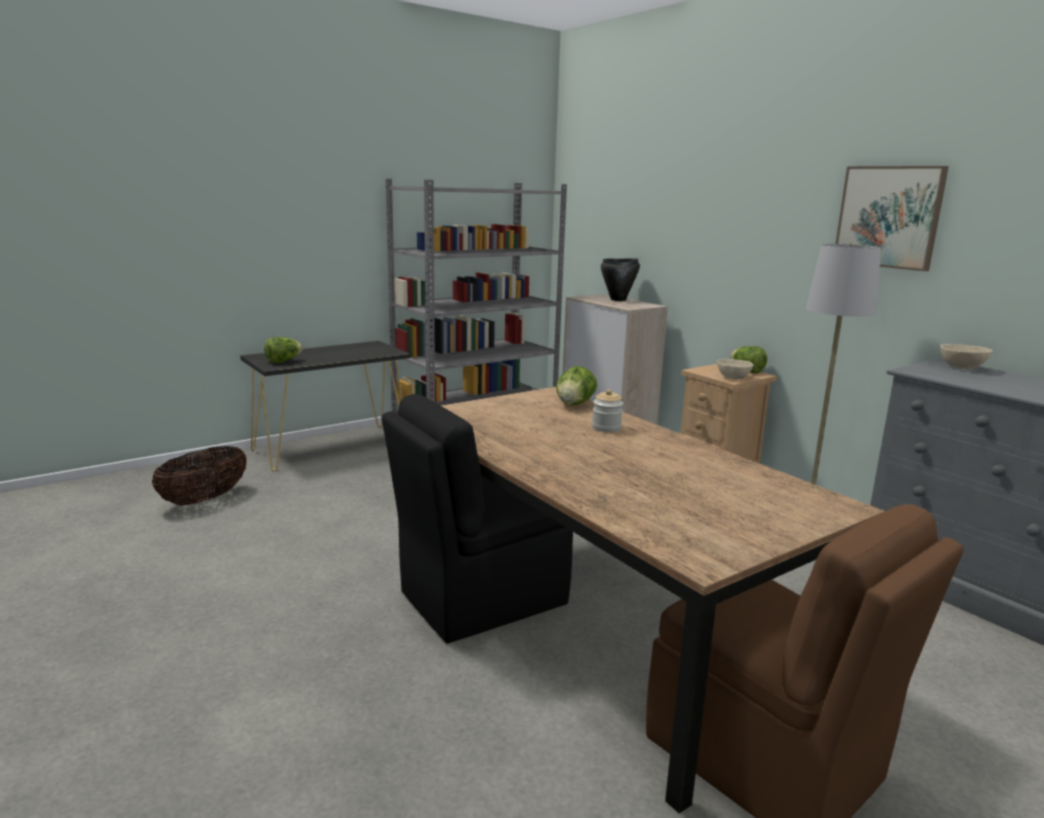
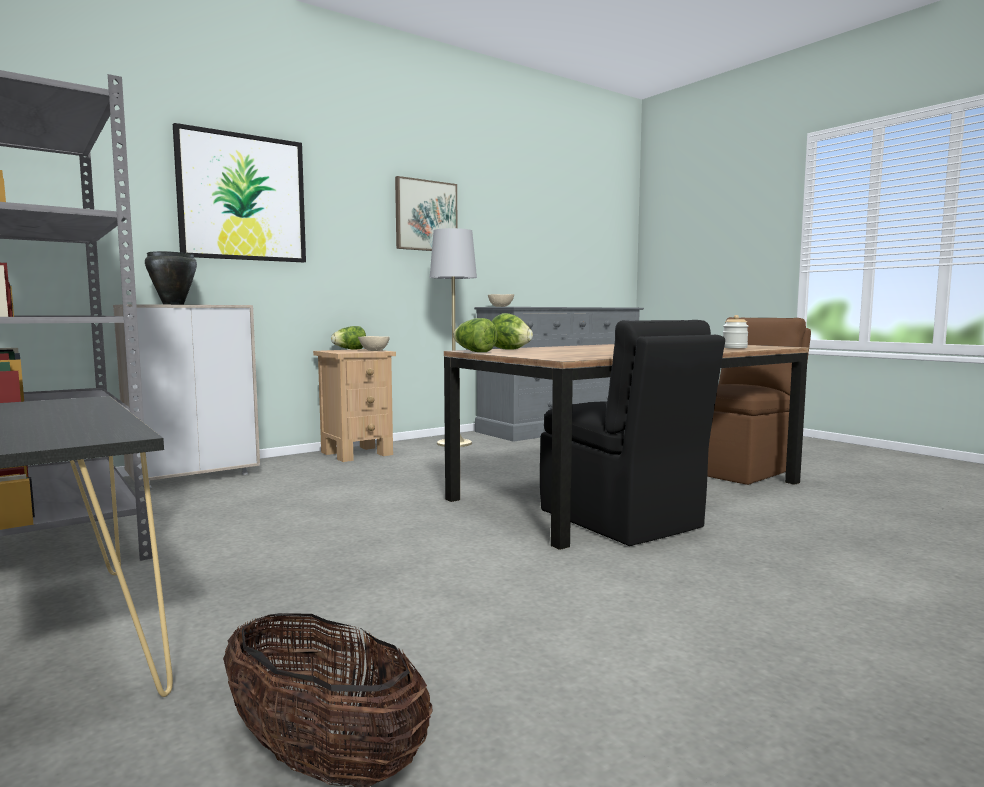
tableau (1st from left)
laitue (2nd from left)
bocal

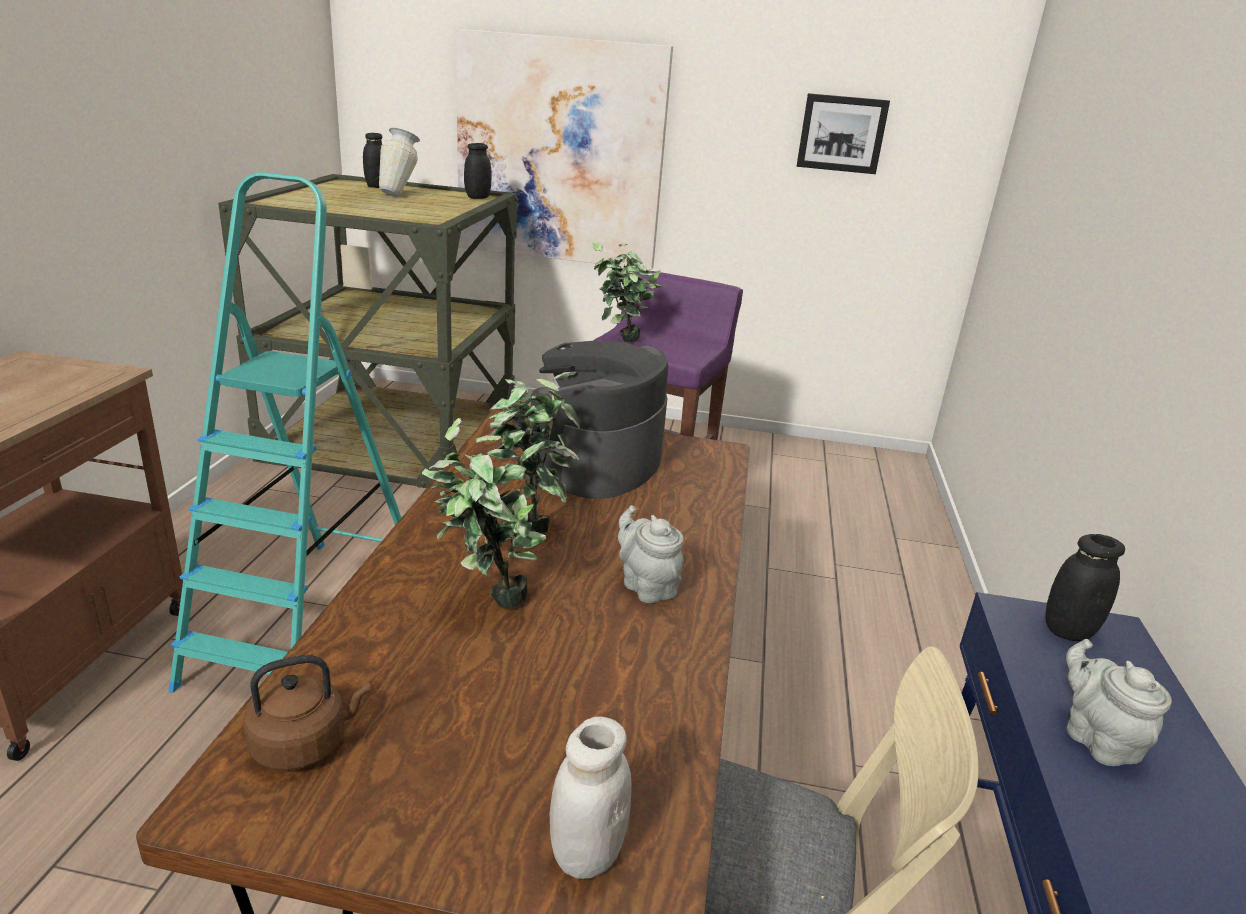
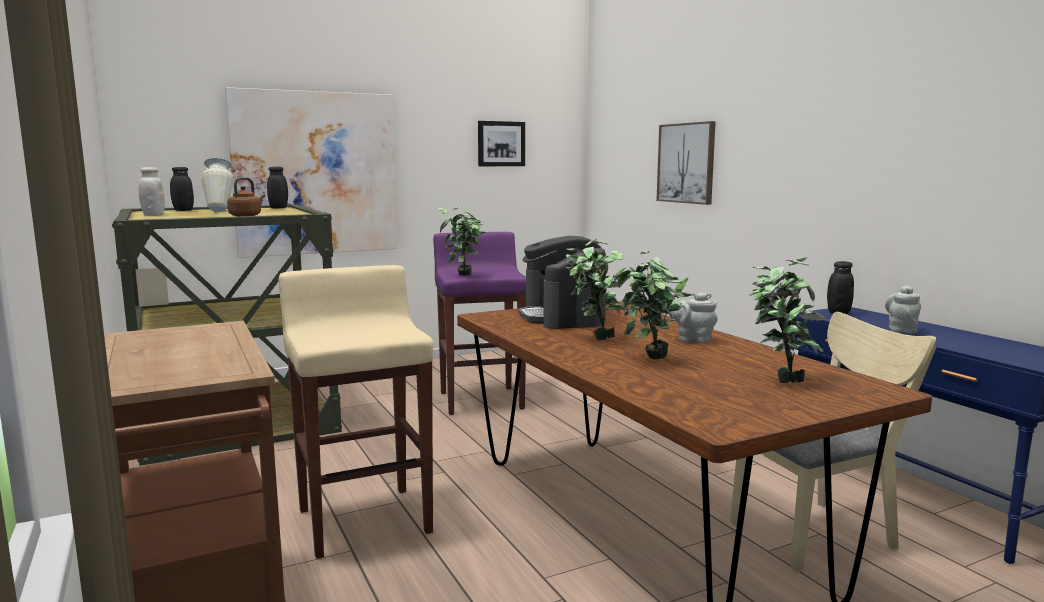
bocal/blanc
bouilloire/marron
tabouret/beige
tableau (3rd from left)
plante en pot (4th from left)
théière/gris (2nd from left)

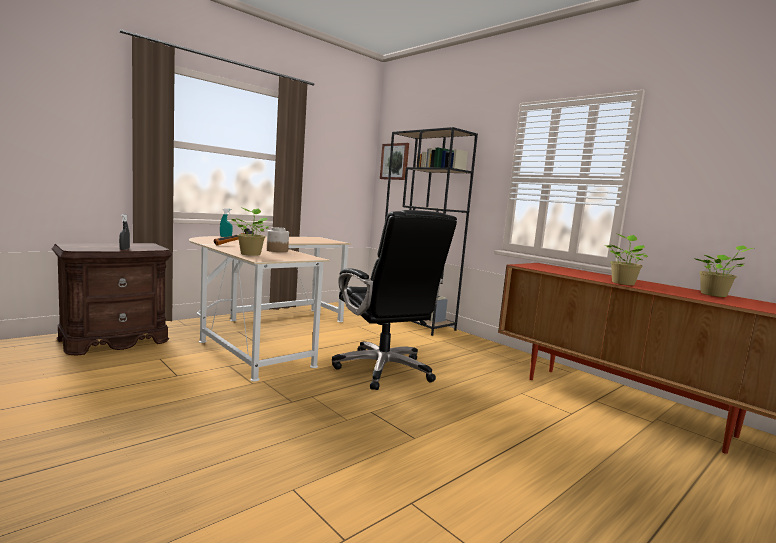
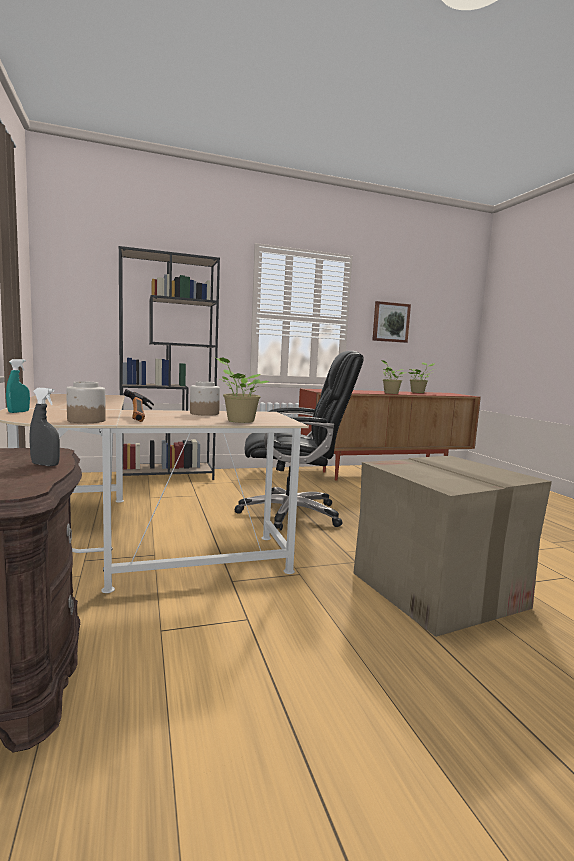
bocal (1st from left)
carton
tableau

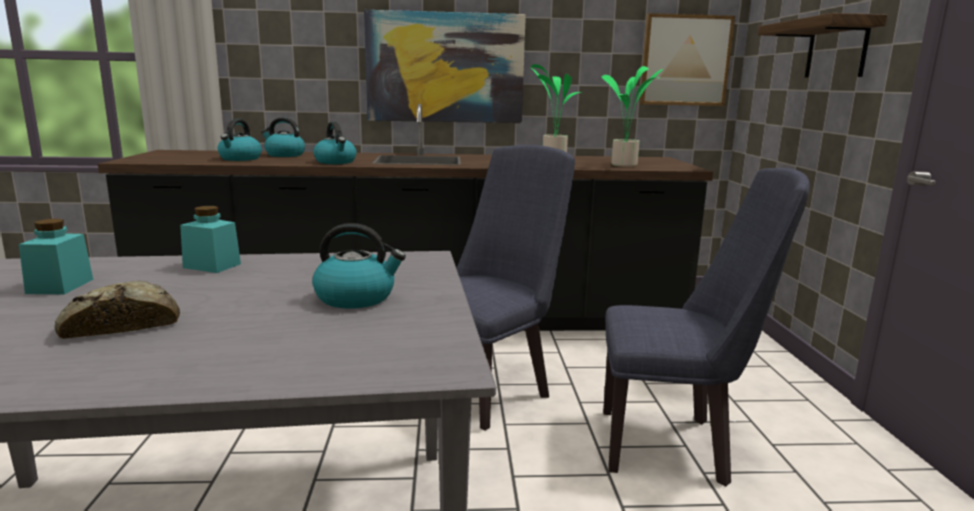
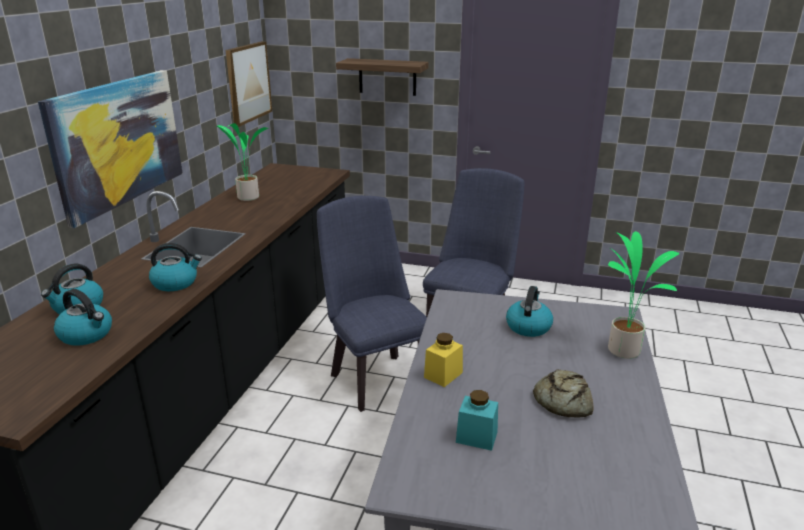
bocal/jaune
plante en pot (2nd from left)

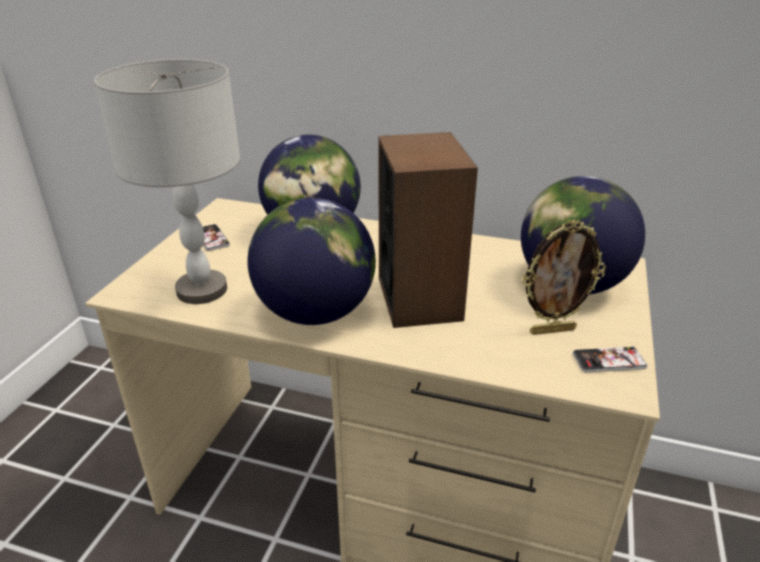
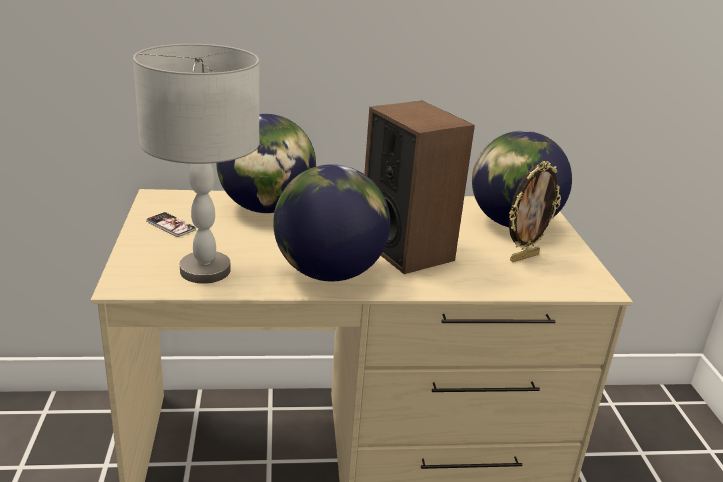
téléphone (2nd from left in the first image)

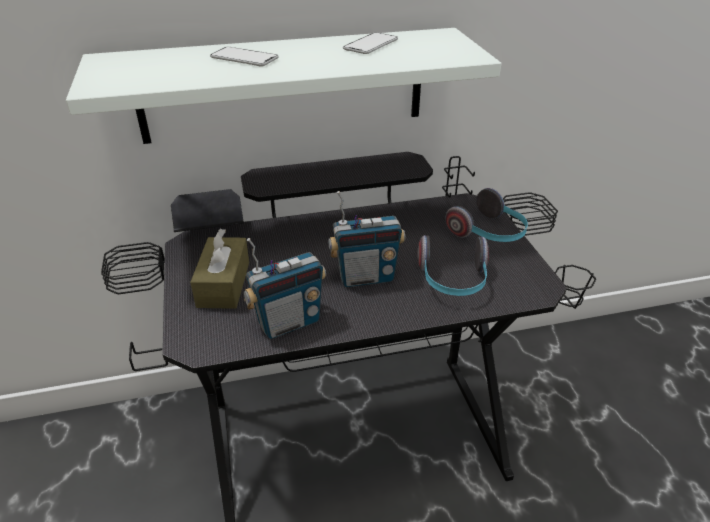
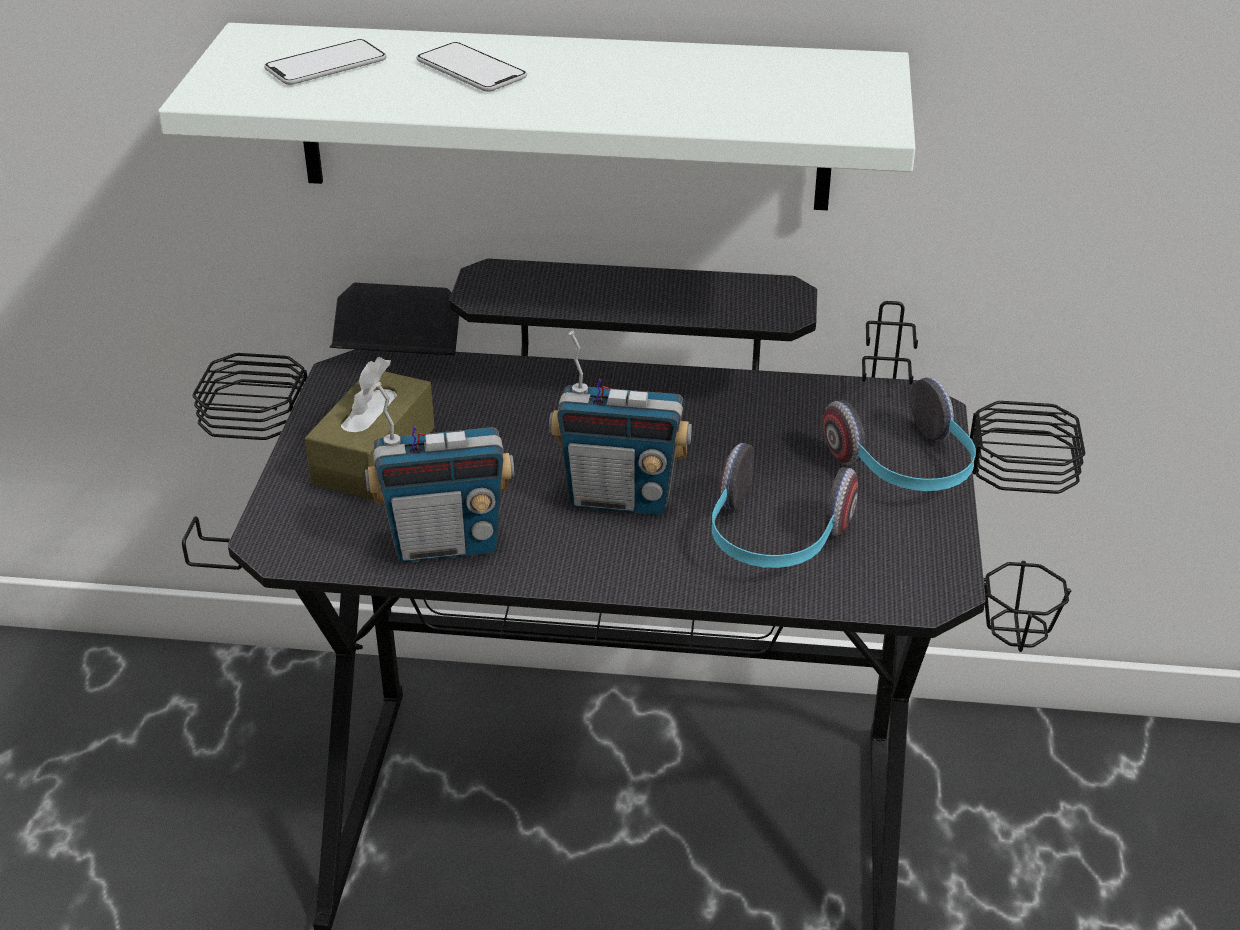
téléphone (1st from left)

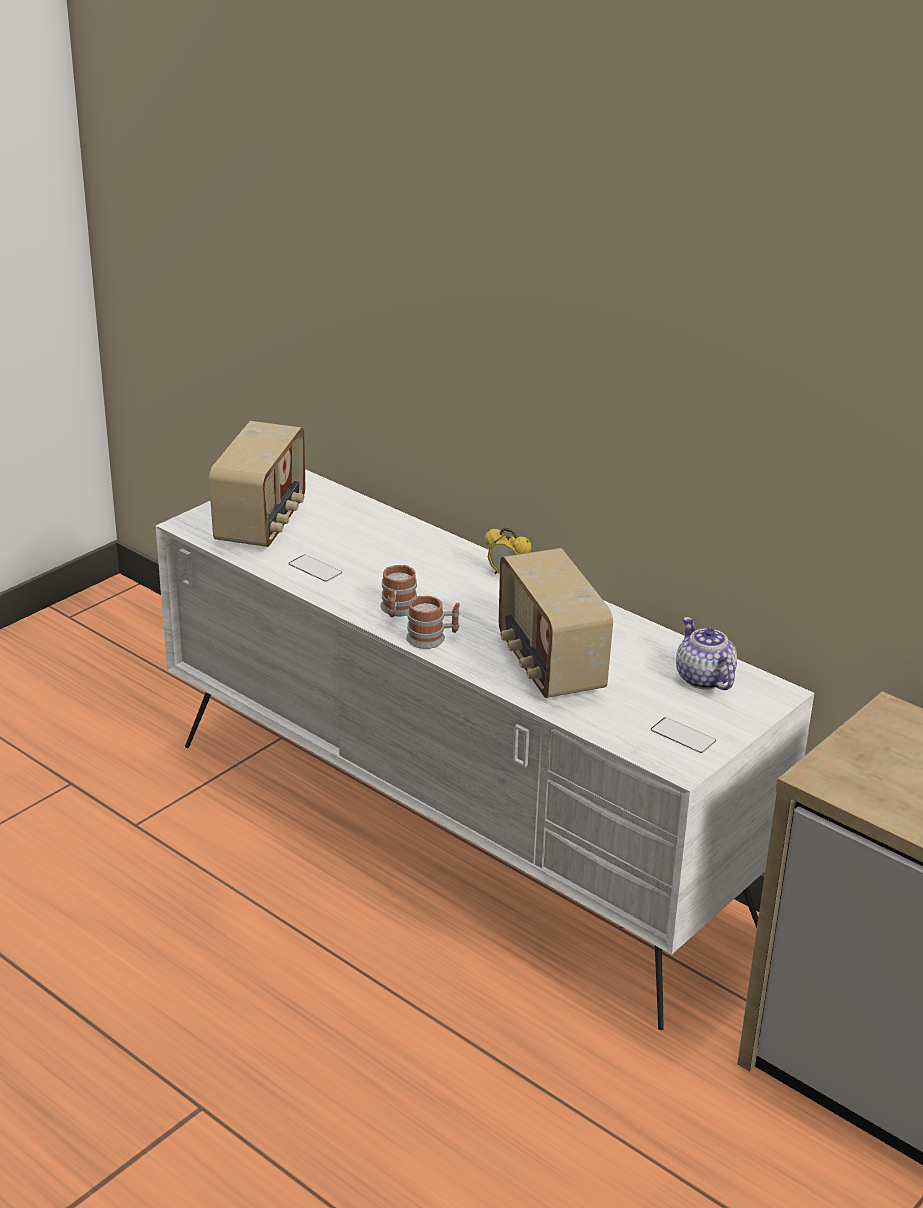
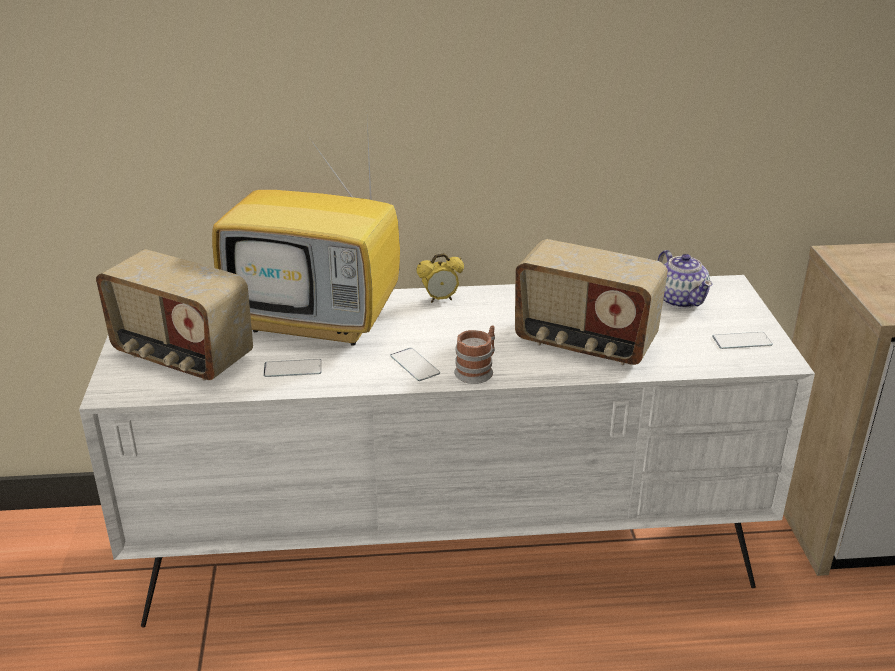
radio (1st from left)
téléviseur
téléphone (2nd from left)
théière

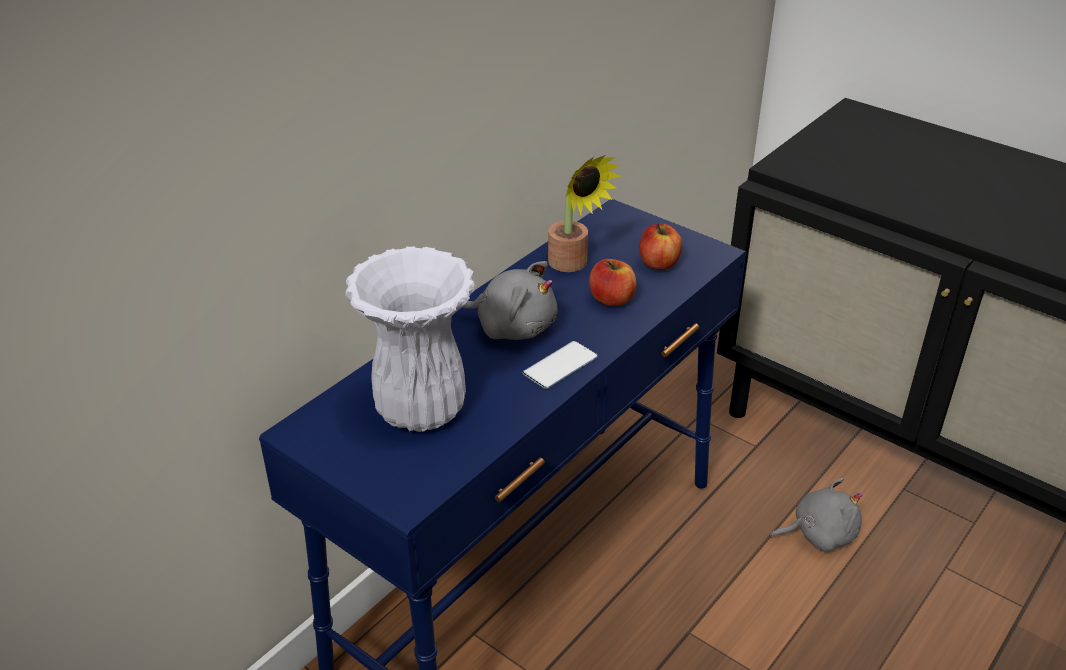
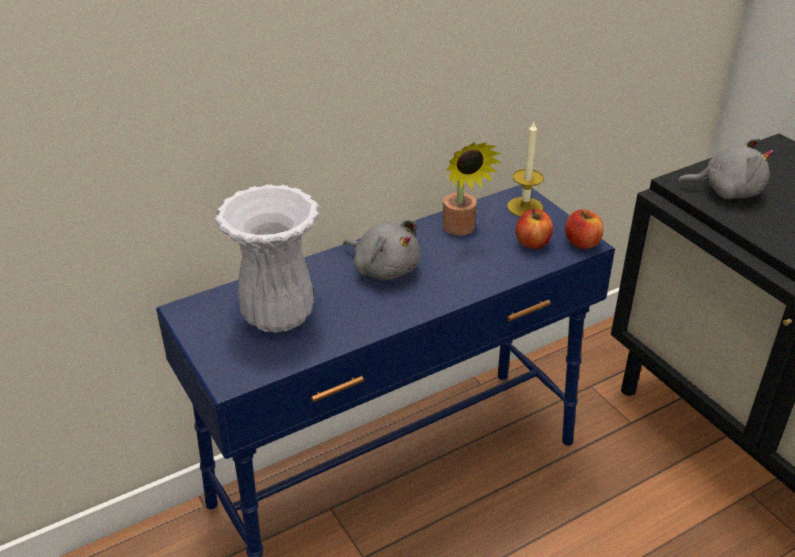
bougie
pomme (2nd from left)
peluche/gris (2nd from left)
téléphone

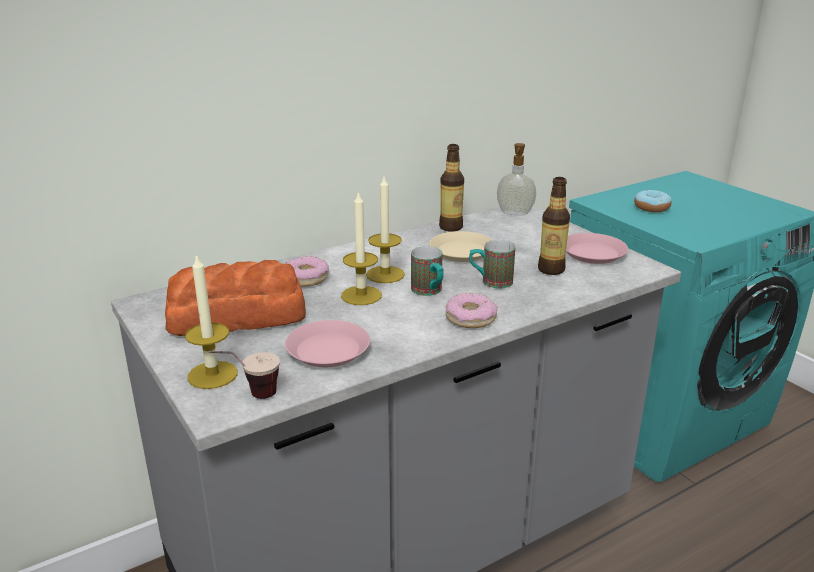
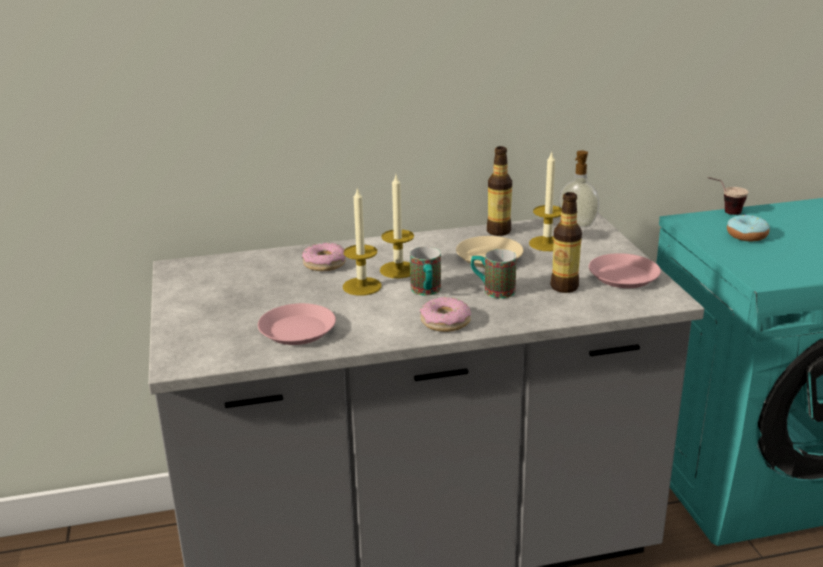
bougie (3rd from left)
tasse
pain

